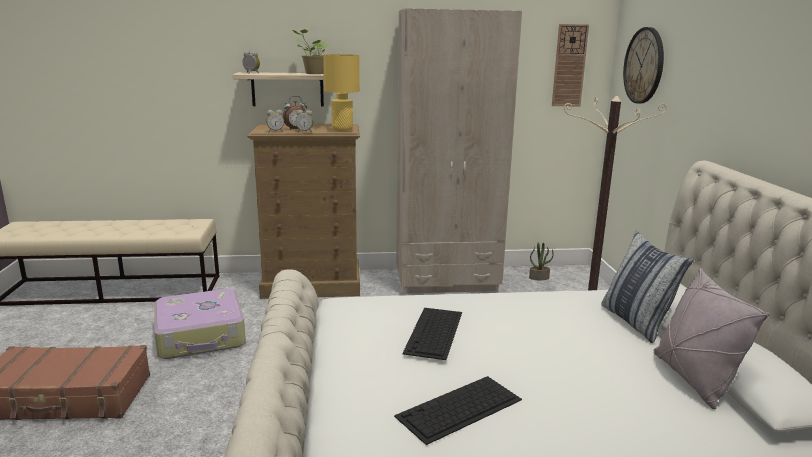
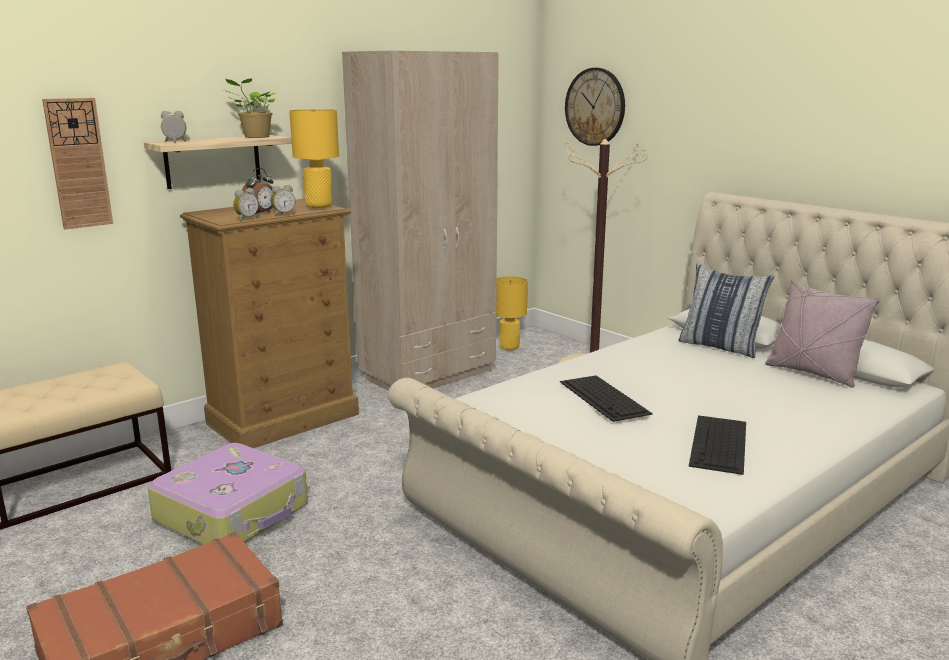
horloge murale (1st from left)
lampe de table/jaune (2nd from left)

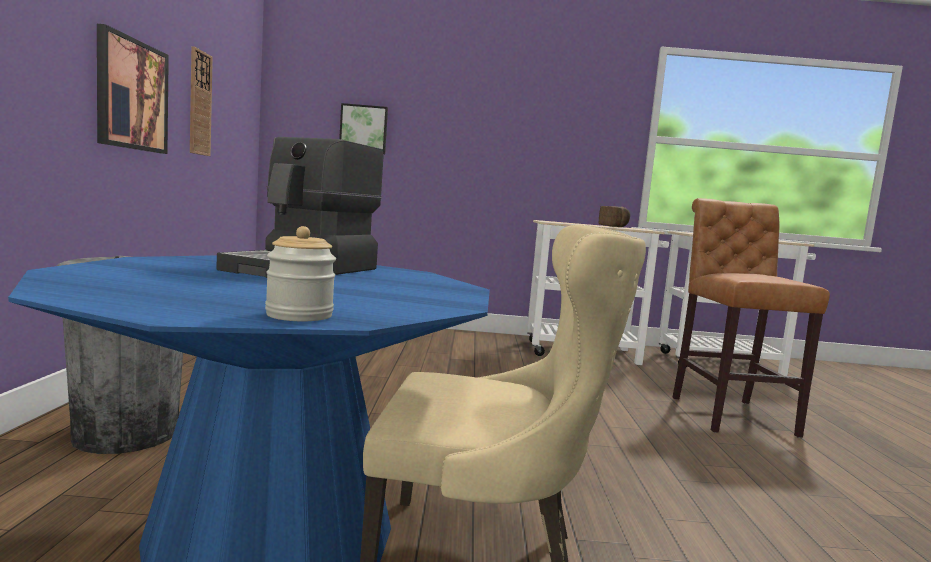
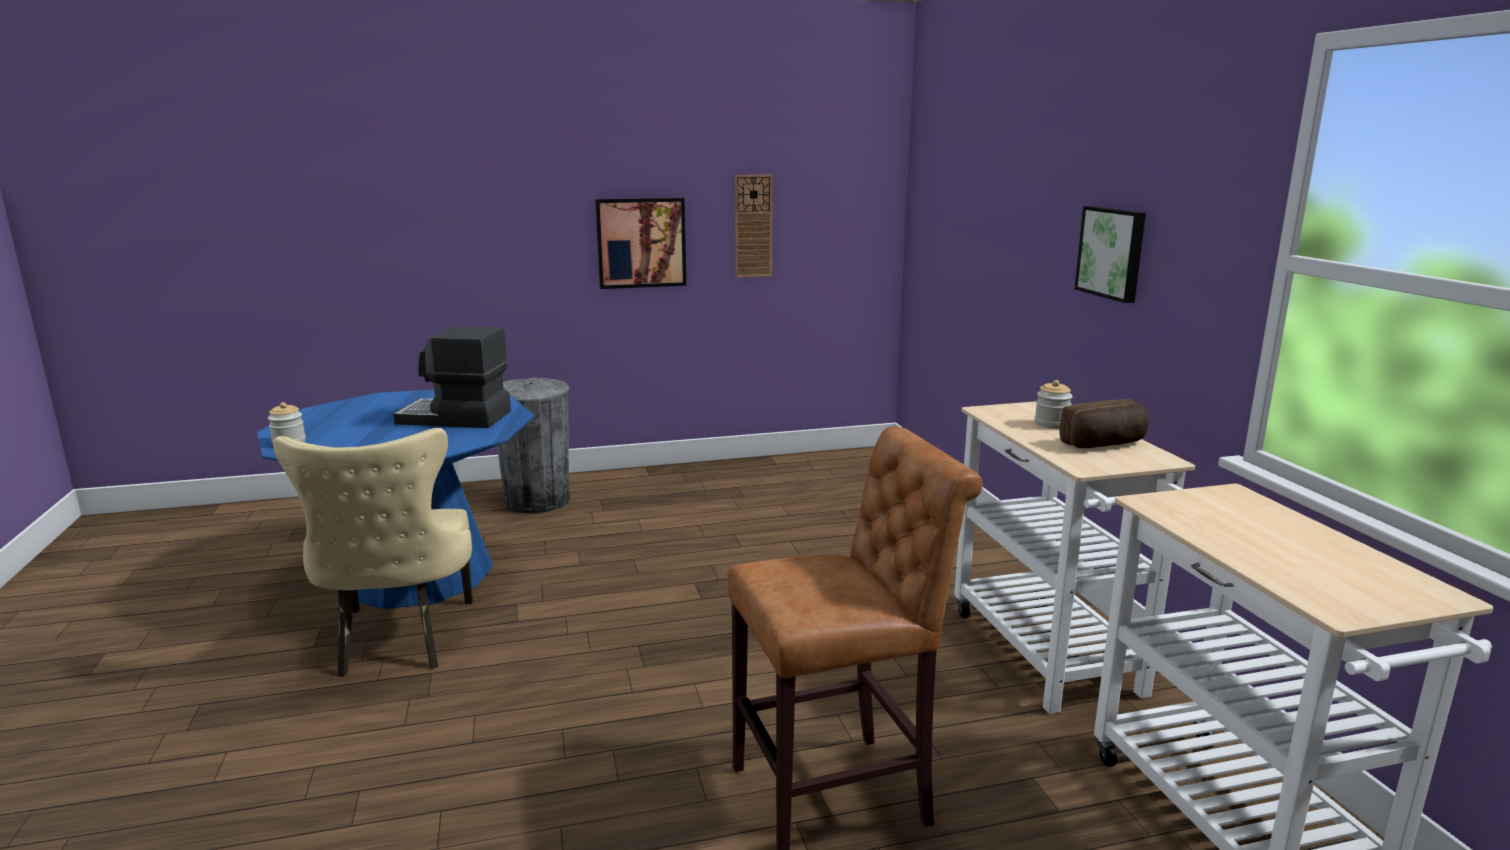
bocal (2nd from left)
tableau (2nd from left)

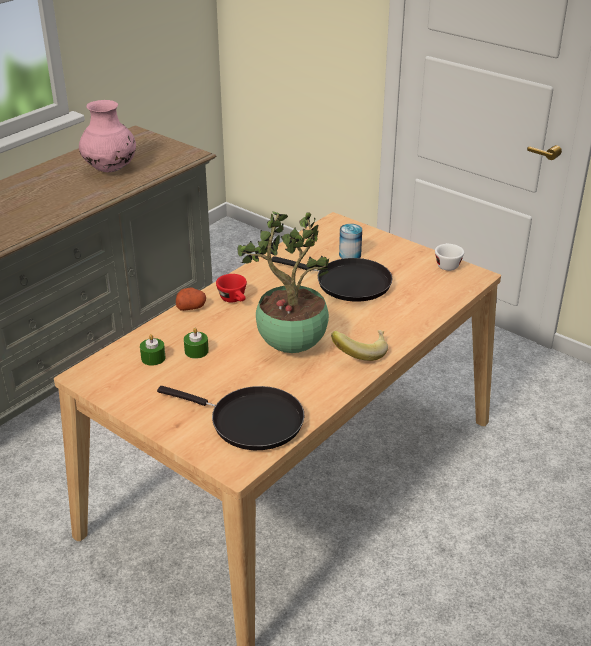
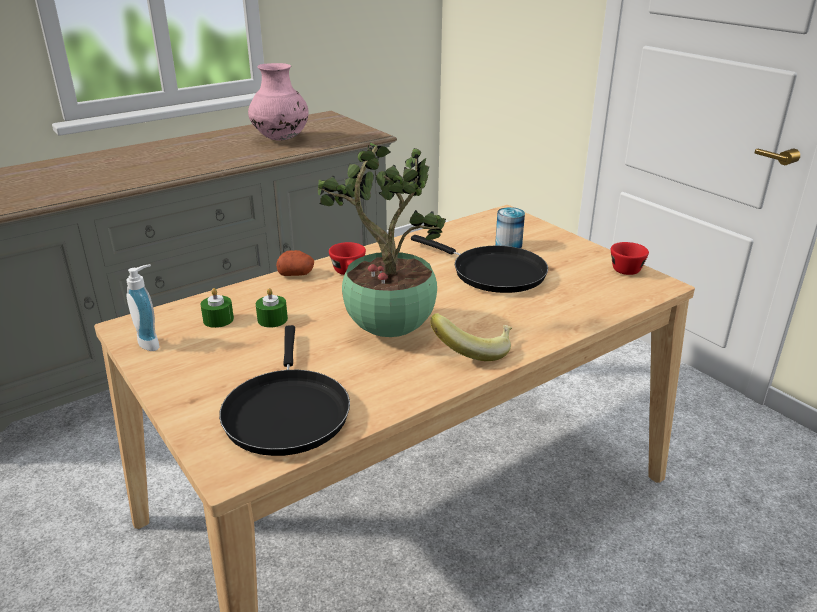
distributeur de savon
poêle/noir (1st from left)
tasse/rouge (2nd from left)

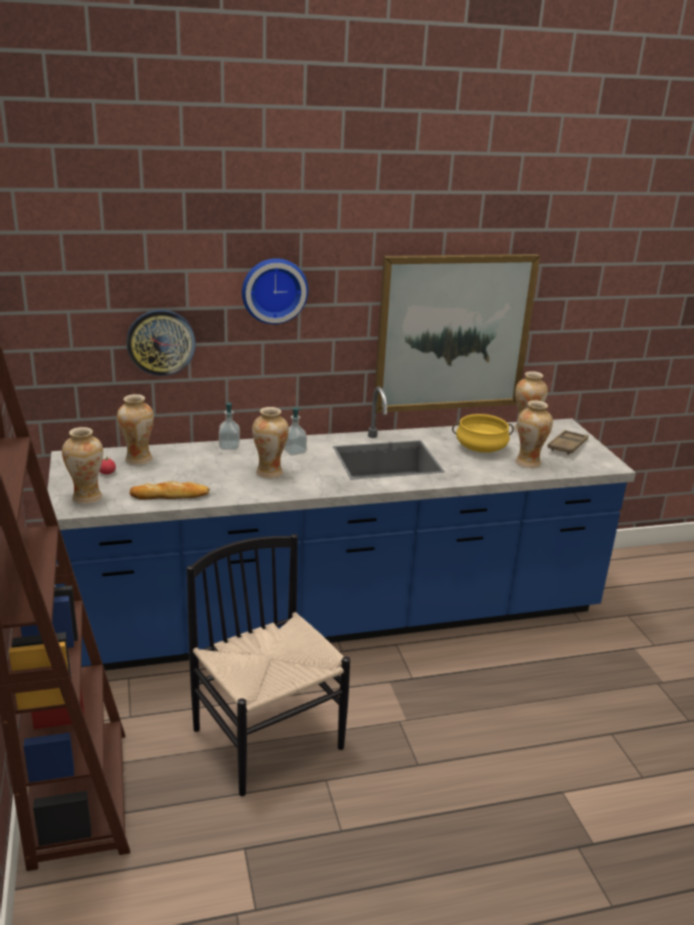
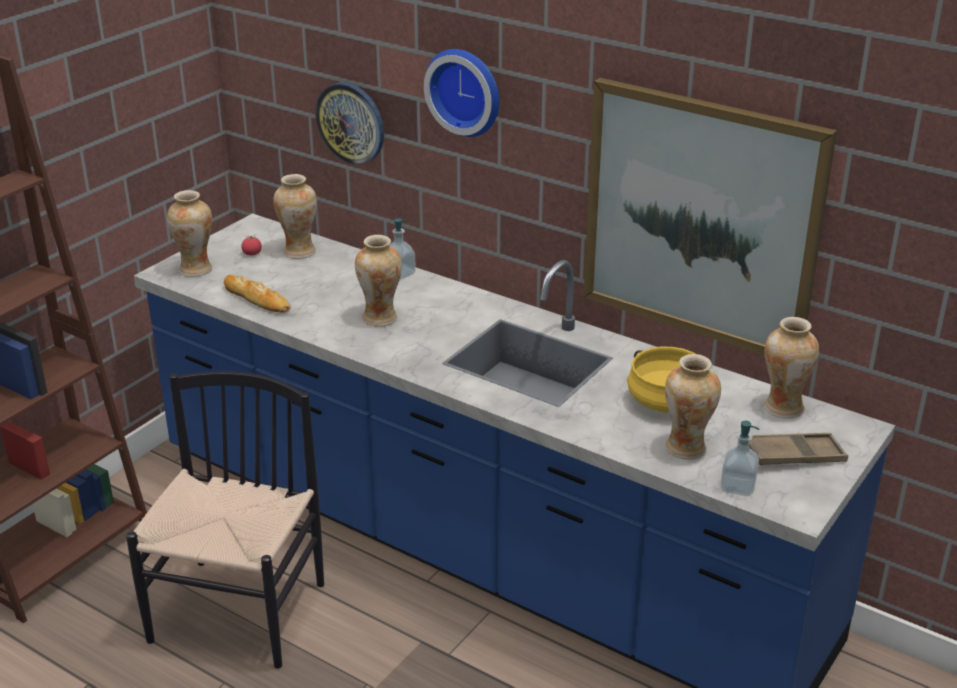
distributeur de savon (2nd from left)

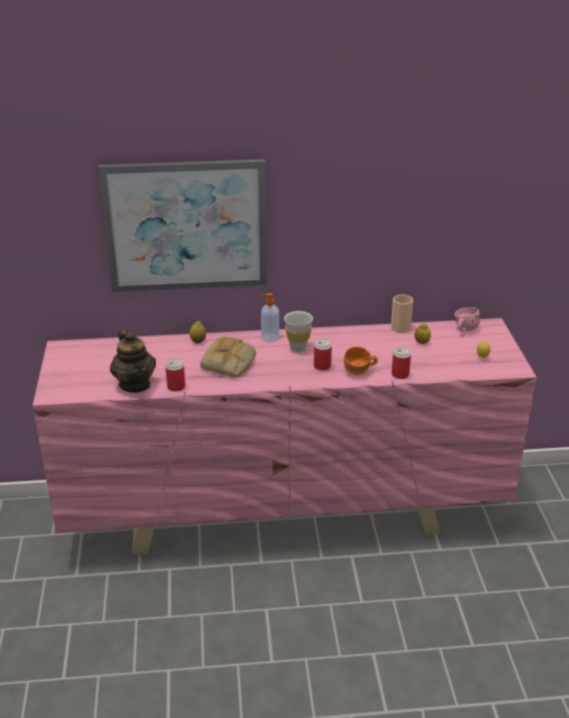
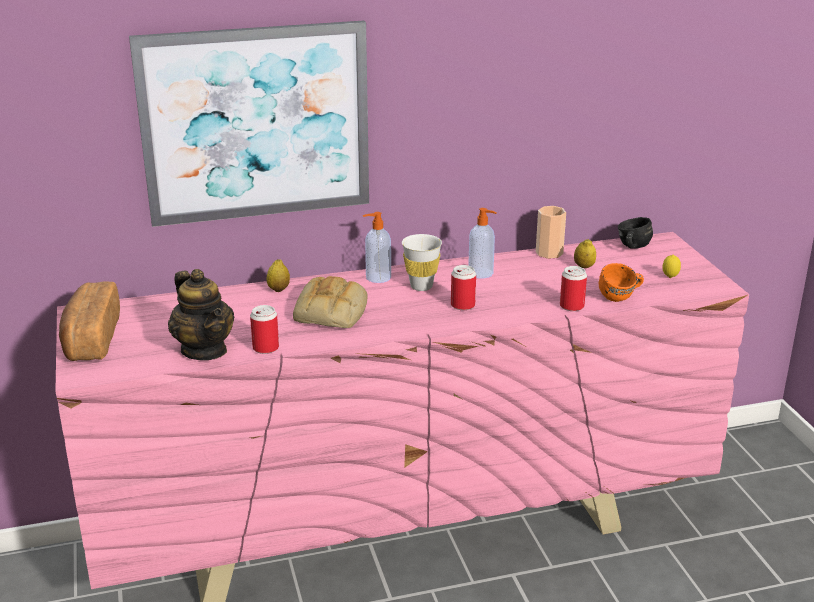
pain (1st from left)
distributeur de savon (2nd from left)
mug/orange
mug/noir

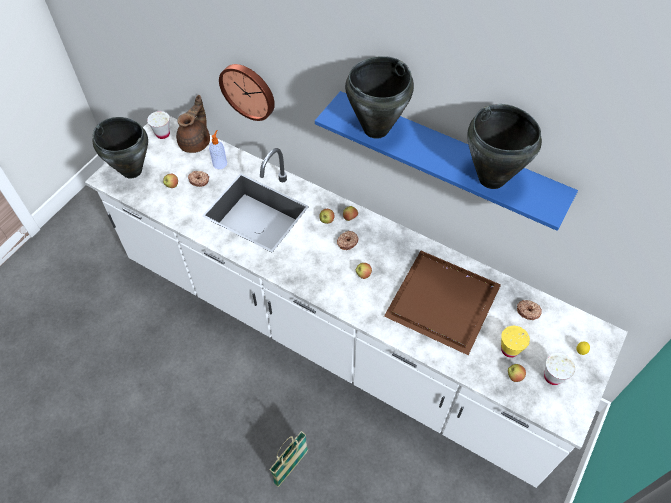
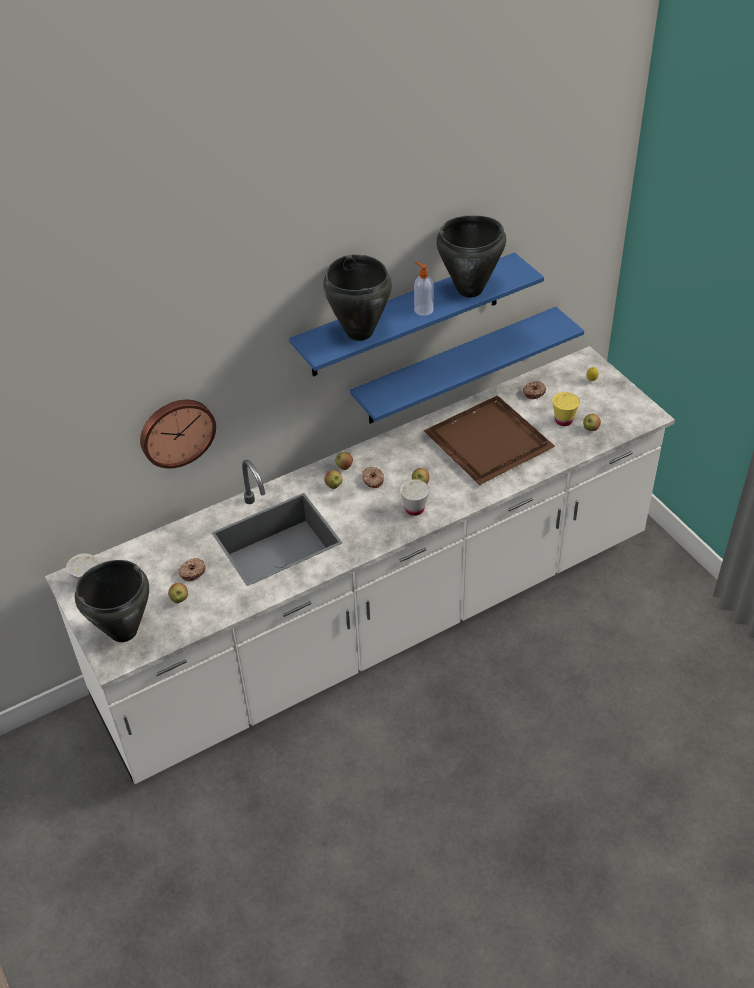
étagère/bleu (2nd from left)
tasse/blanc (2nd from left)
distributeur de savon
théière/marron
panier

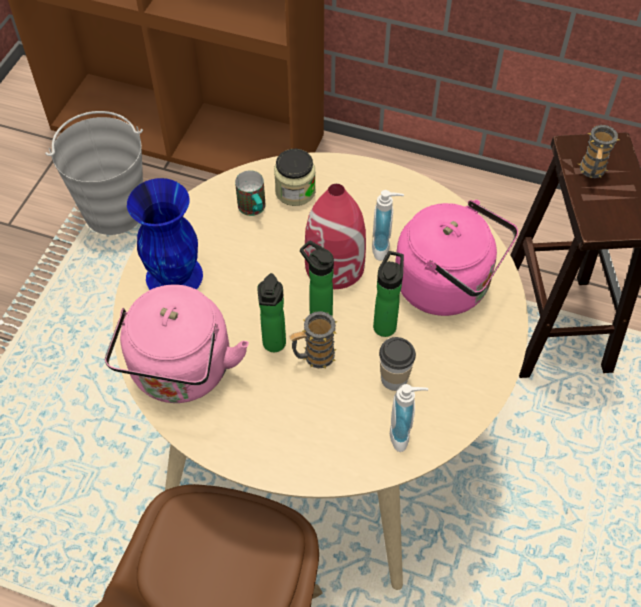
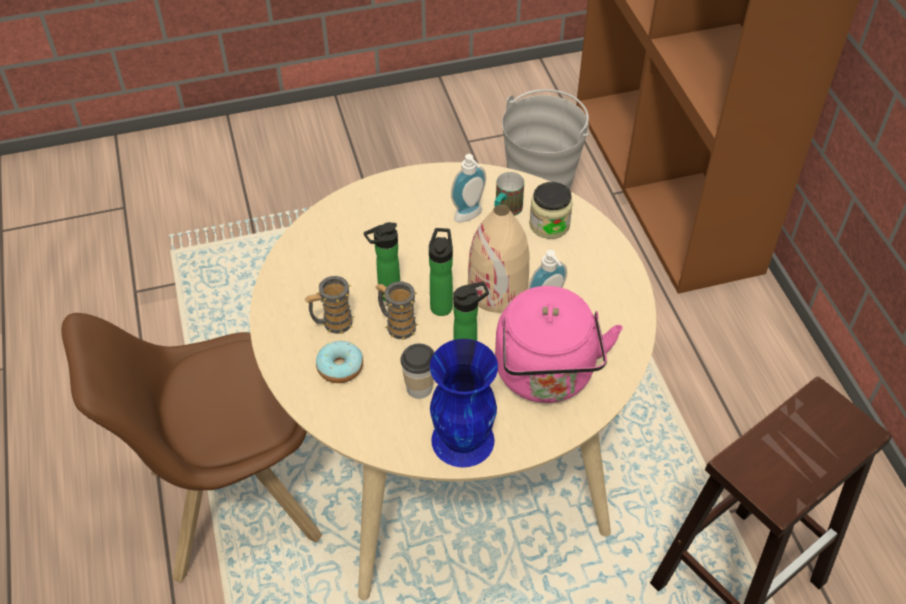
mug (1st from left)
beignet
vase/bleu
distributeur de savon (1st from left)
vase/beige
bouilloire/rose (1st from left in the first image)

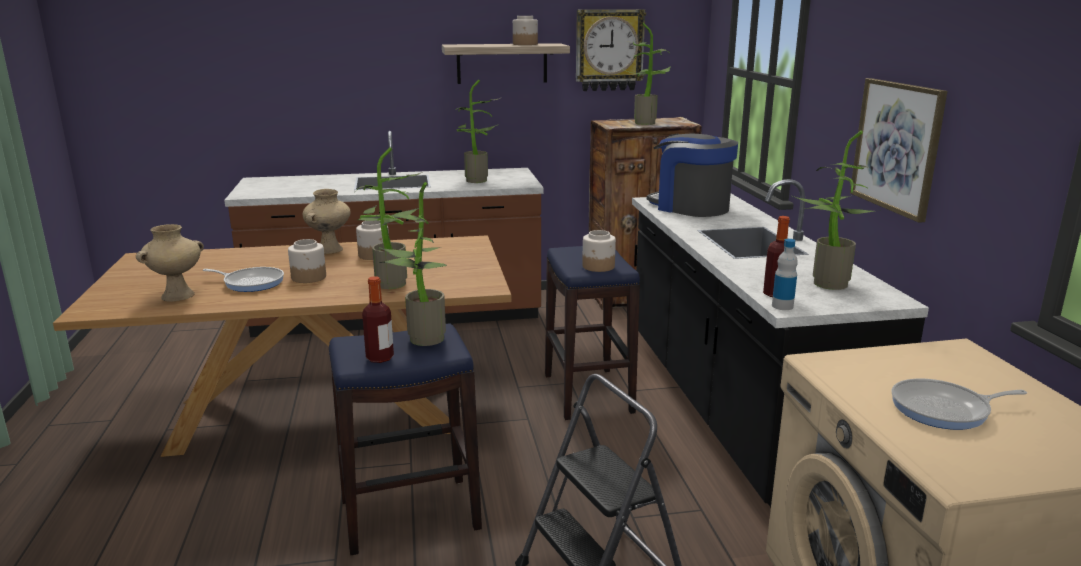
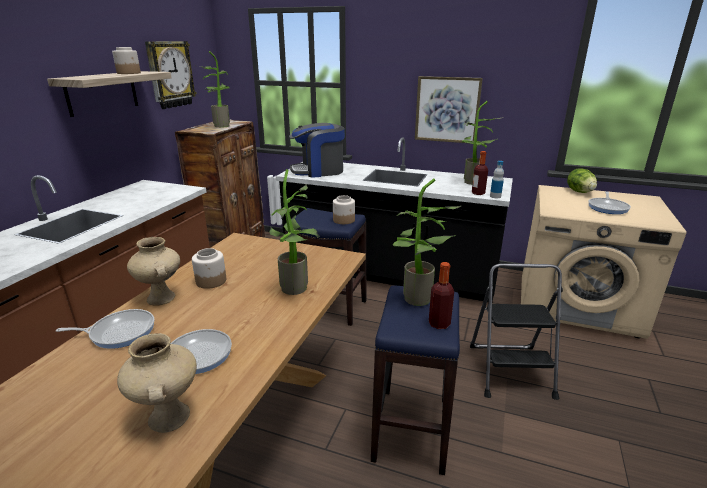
poêle (1st from left)
laitue
bocal (1st from left in the first image)
plante en pot (3rd from left in the first image)

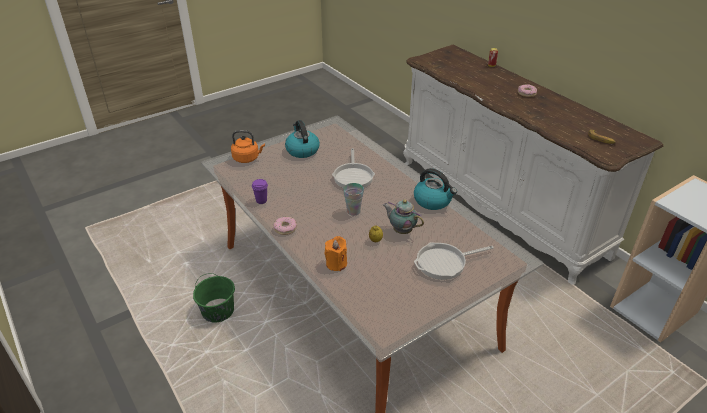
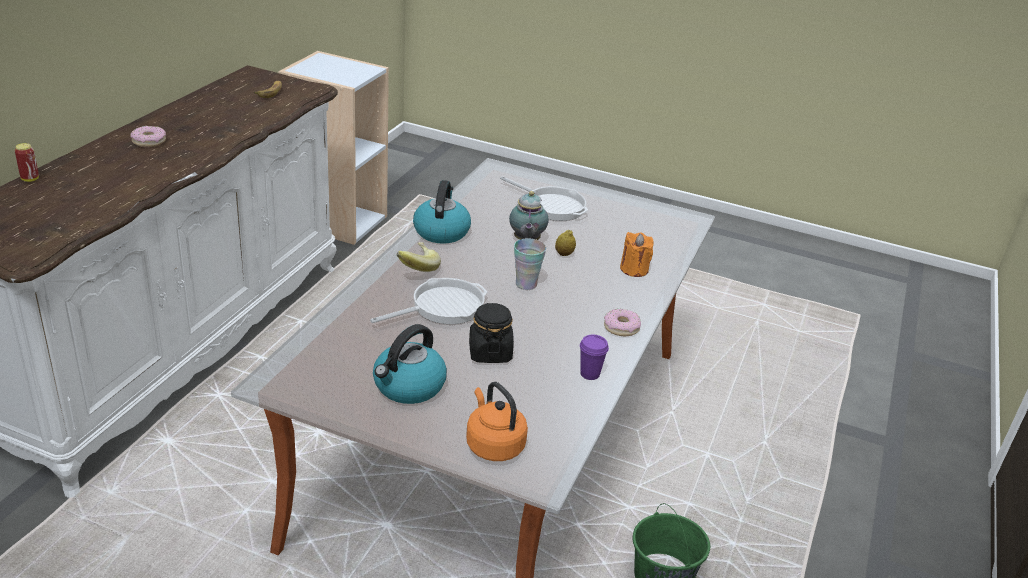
banane (2nd from left)
bocal/noir

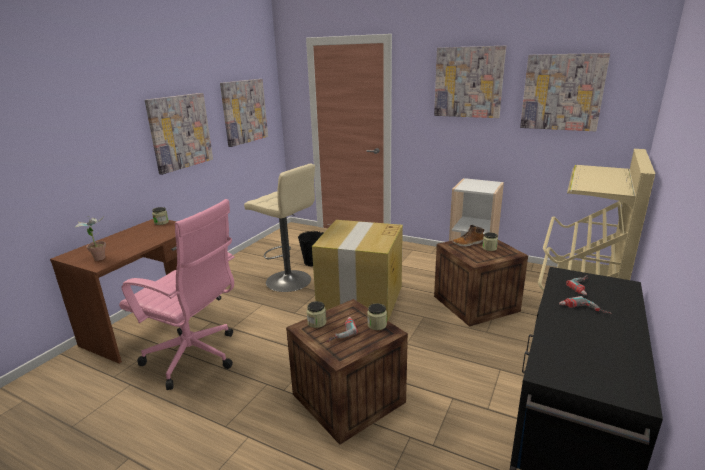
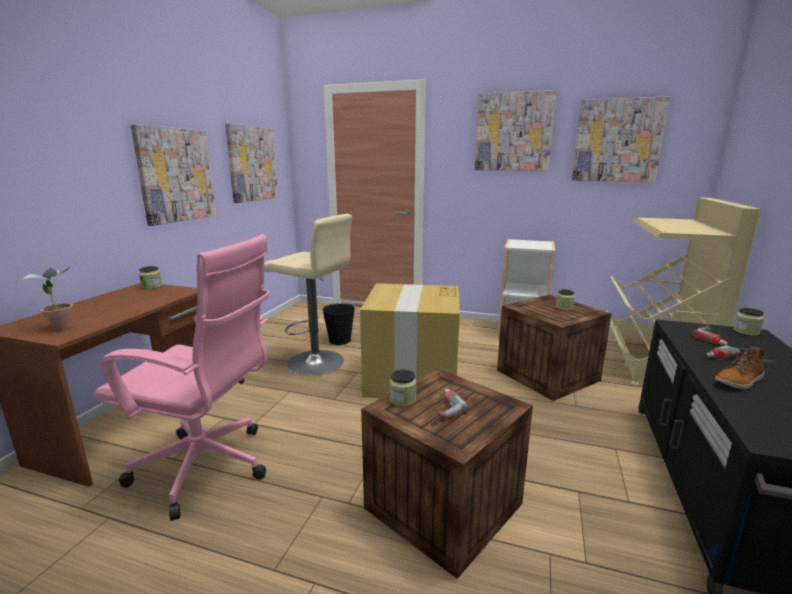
botte
bocal (4th from left)

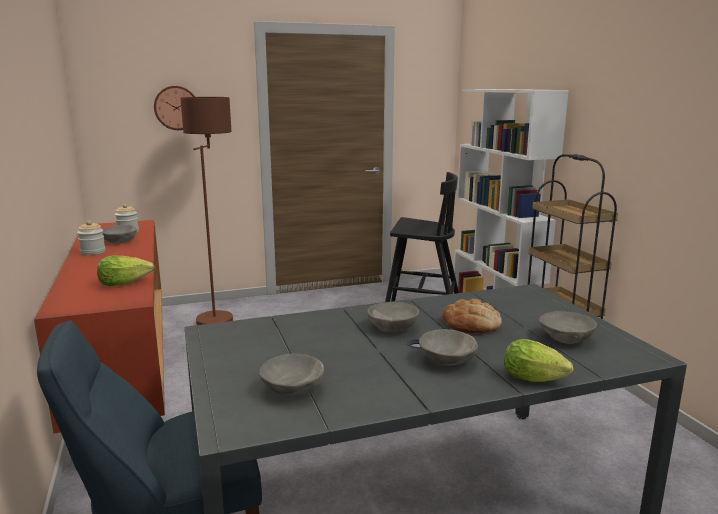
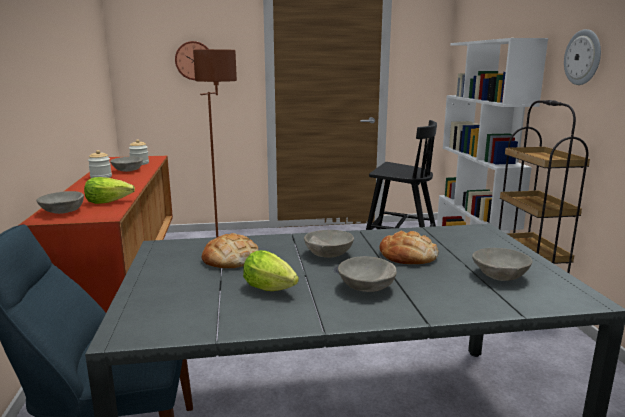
bol/gris (1st from left)
pain (1st from left)
laitue (2nd from left)
horloge murale (2nd from left)

